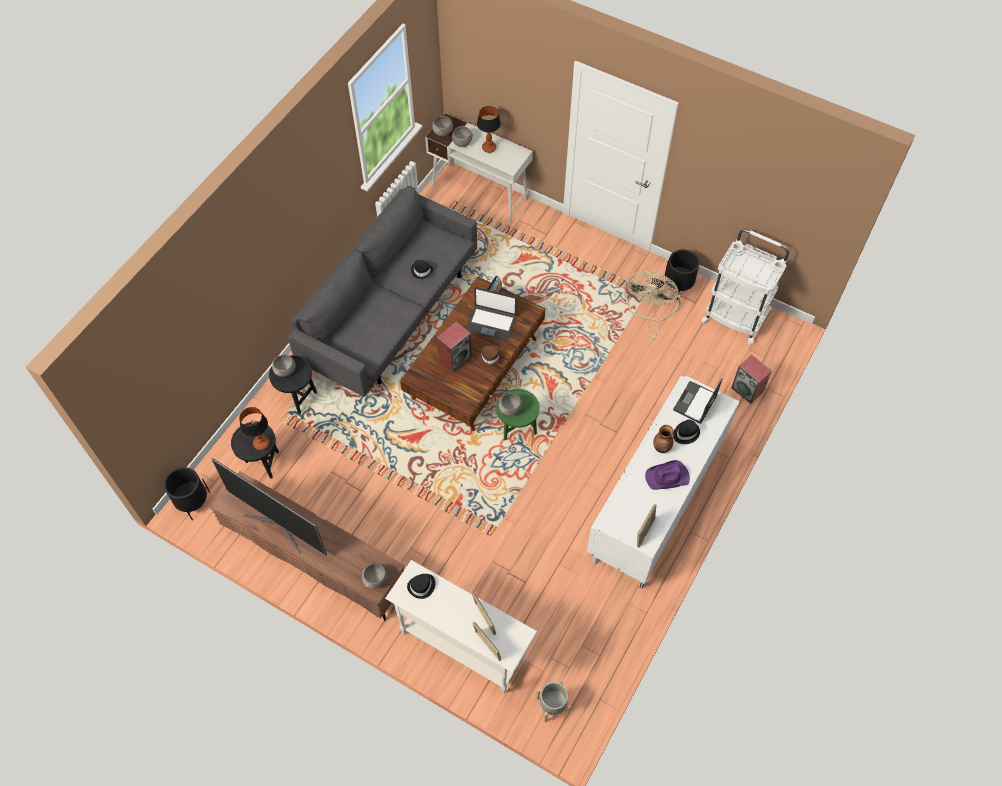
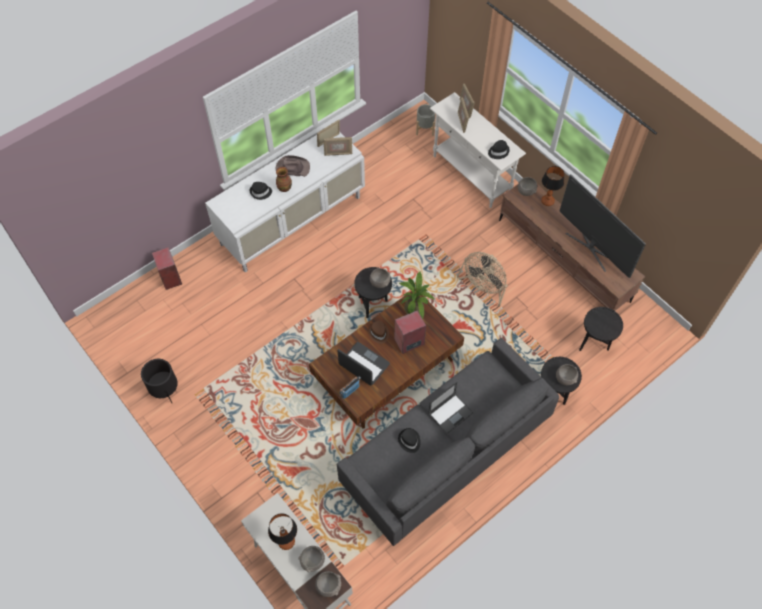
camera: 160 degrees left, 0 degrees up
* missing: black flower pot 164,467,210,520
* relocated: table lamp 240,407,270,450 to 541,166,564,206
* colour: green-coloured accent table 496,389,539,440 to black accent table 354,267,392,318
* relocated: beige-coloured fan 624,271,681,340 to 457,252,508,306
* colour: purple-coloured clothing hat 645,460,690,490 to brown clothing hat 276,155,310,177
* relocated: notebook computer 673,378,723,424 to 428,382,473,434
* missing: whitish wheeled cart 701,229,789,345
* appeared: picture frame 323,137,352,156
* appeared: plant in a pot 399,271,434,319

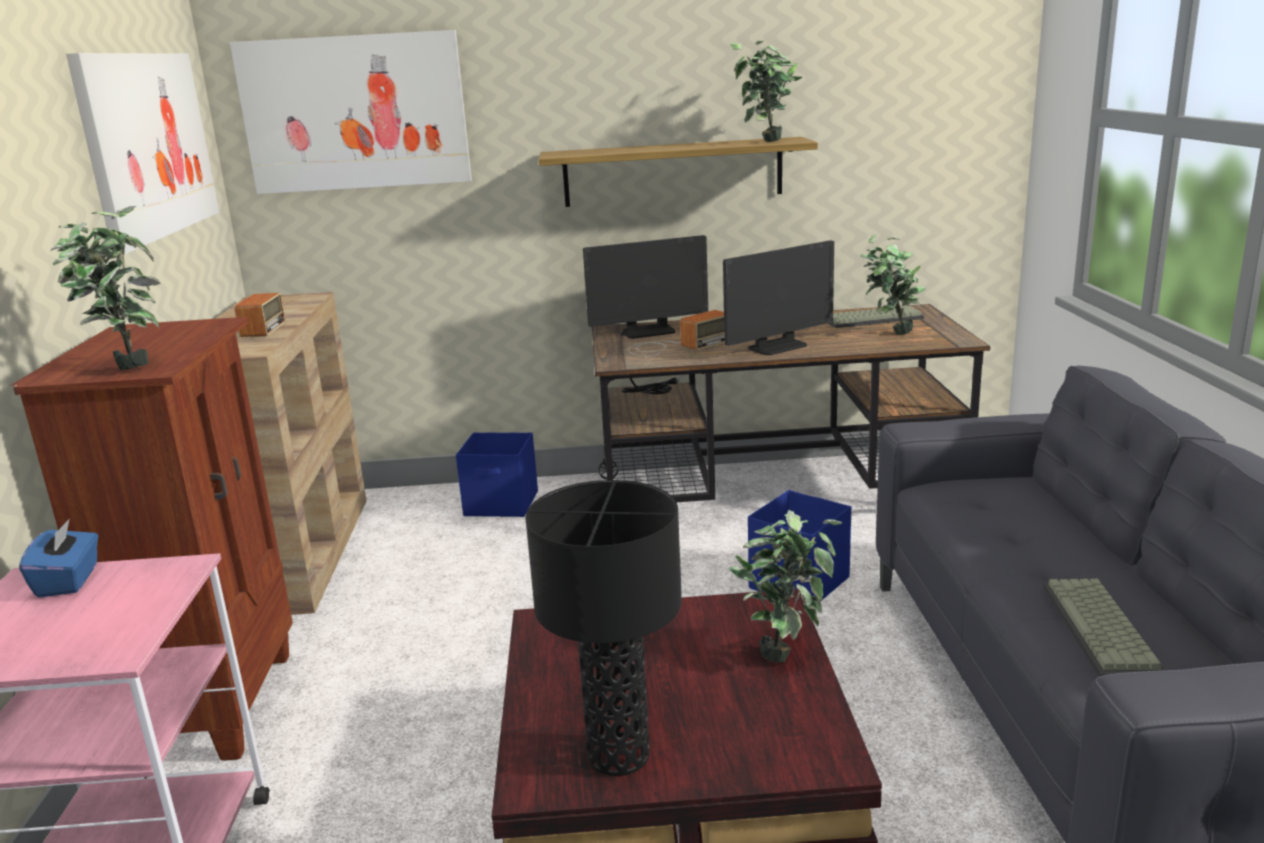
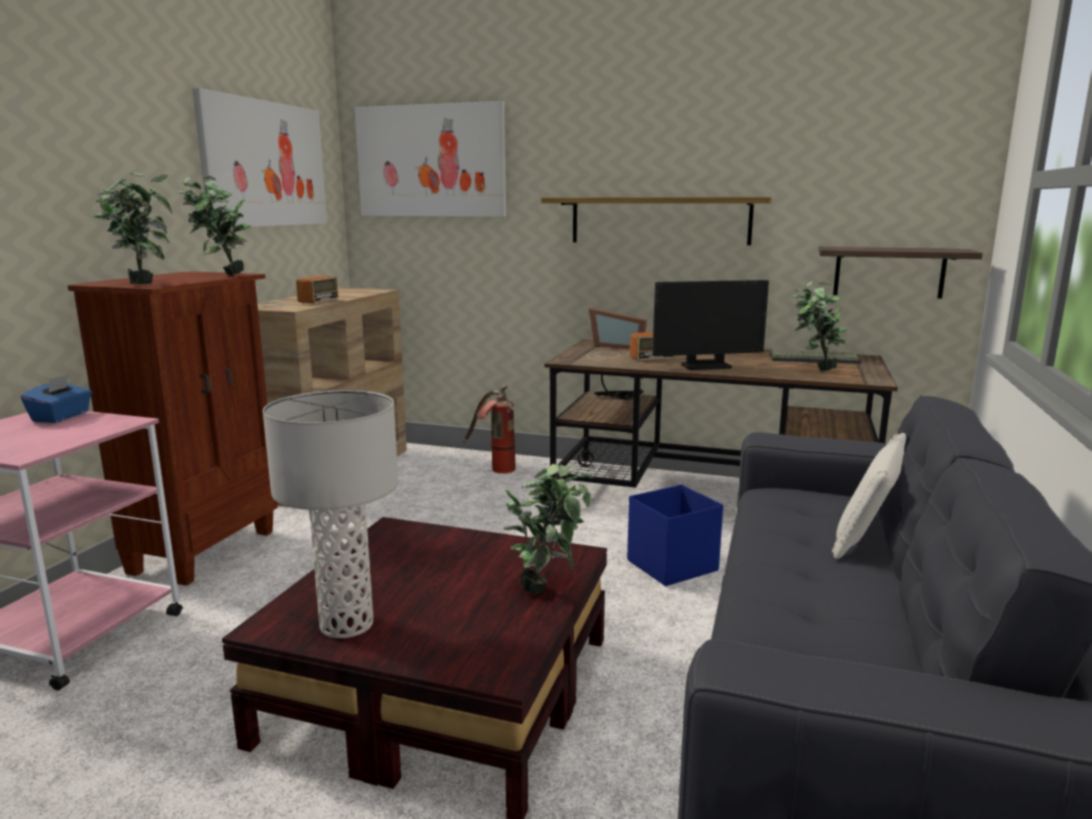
camera: 20 degrees right, 5 degrees down
* exchanged: blue storage bin 456,433,538,517 to fire extinguisher 463,386,515,474
* colour: black table lamp 525,480,682,776 to whitish table lamp 263,390,398,638
* exchanged: monitor 583,235,708,339 to picture frame 589,308,647,350
* relocated: plant in a pot 730,40,803,142 to 178,176,251,275
* missing: keyboard 1043,579,1164,676
* appeared: wall shelf 819,247,983,299
* appeared: whitish throw pillow 832,433,906,559

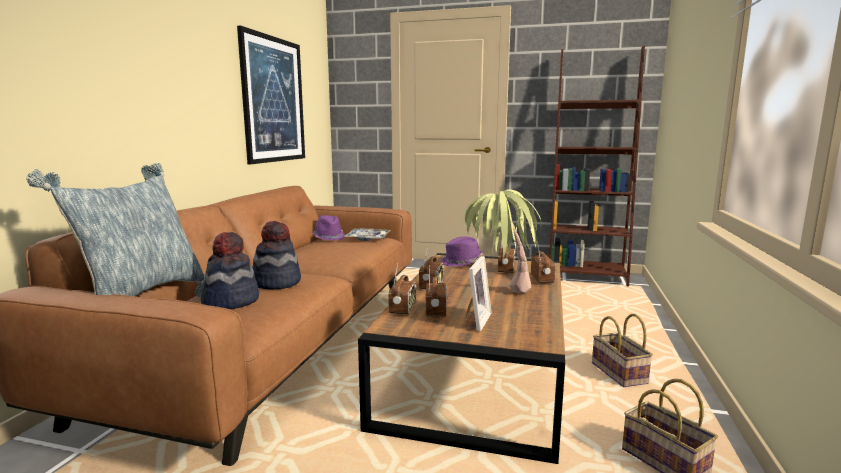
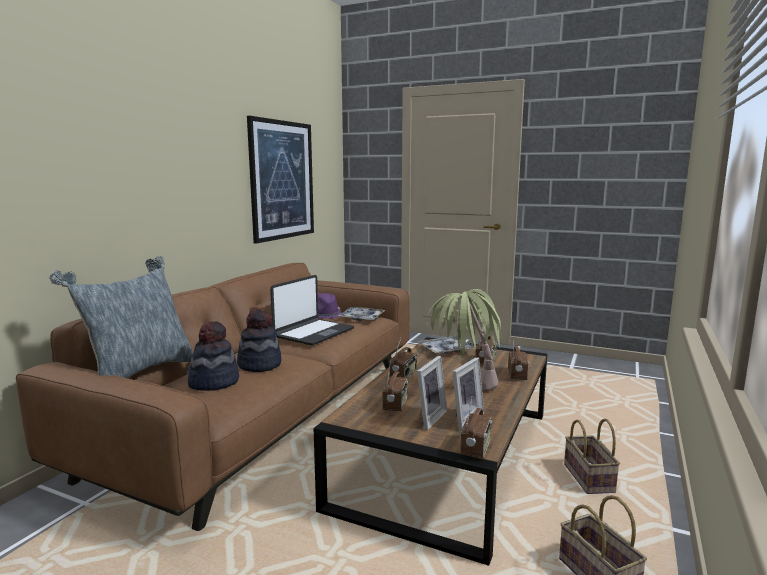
camera: 10 degrees right, 0 degrees up
* relocated: radio receiver 389,263,416,315 to 461,397,492,458
* exchanged: purple-coloured clothing hat 442,236,484,266 to carrying tray 418,336,474,354
* missing: brown bookshelf 549,46,645,286
* appeared: notebook computer 270,275,354,346
* appeared: picture frame 452,357,484,431

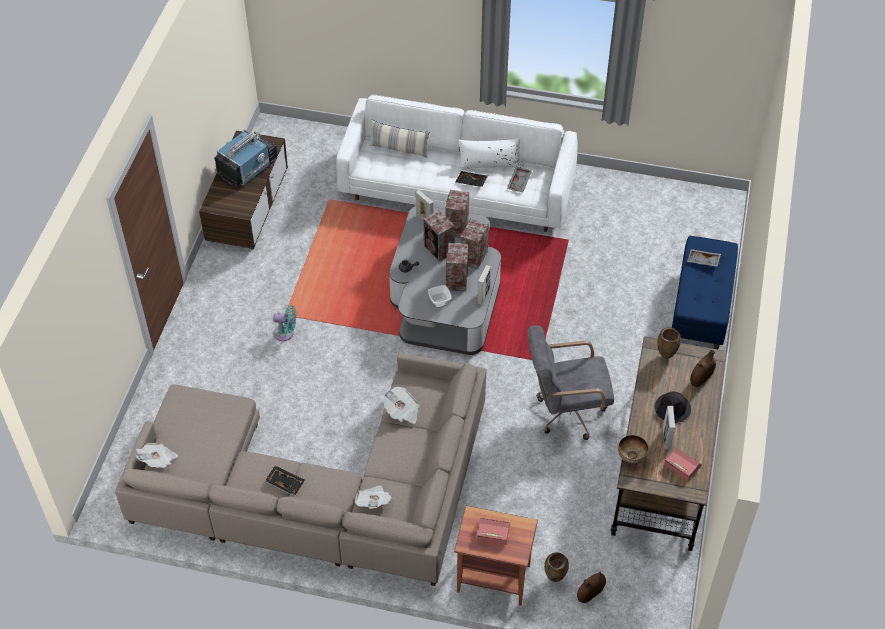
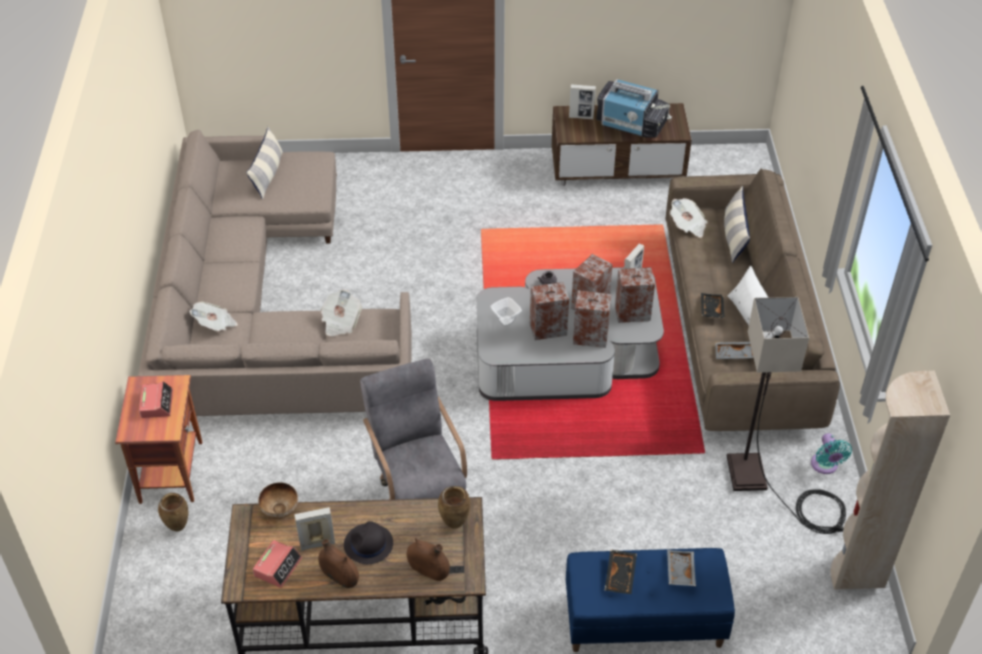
camera: 75 degrees right, 5 degrees down
* relocated: daily paper 136,443,178,468 to 670,198,708,238
* relocated: black carrying tray 265,465,305,495 to 605,550,637,594
* relocated: turquoise fan 273,305,296,341 to 811,433,852,474
* colour: whitish couch 336,95,577,232 to brown couch 666,168,840,431
* relocated: picture frame 477,265,491,305 to 569,84,596,119
* relocated: brown decorative vase 577,571,606,603 to 318,539,359,588
* appeared: throw pillow 246,127,283,199
* appeared: standing lamp 727,297,846,534
* appeared: beige-coloured bookshelf 831,371,950,590

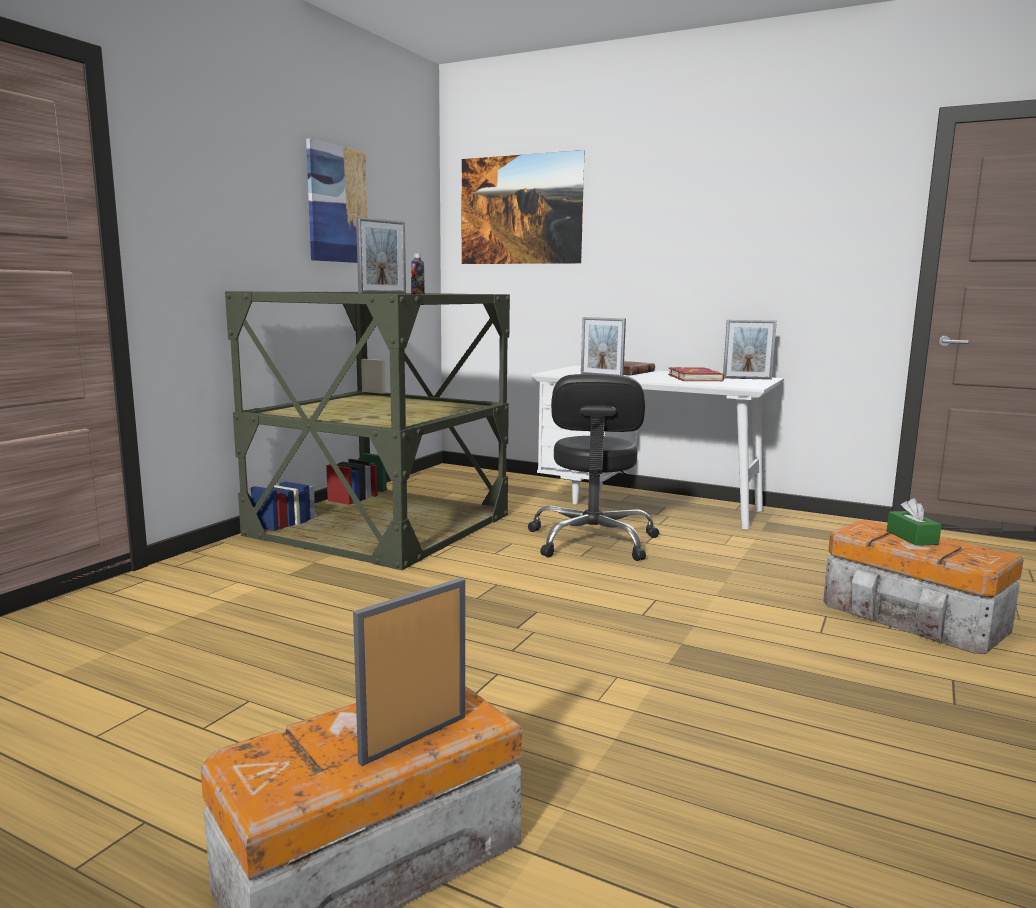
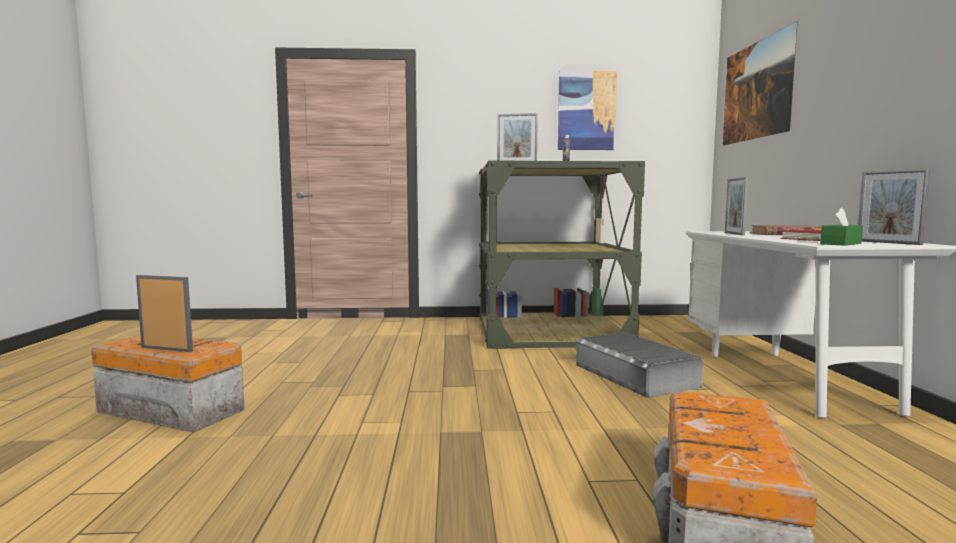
camera: 60 degrees right, 5 degrees down
* exchanged: black office chair 528,374,659,561 to greyish storage bin 576,332,704,398
* relocated: green-coloured tissue box 887,498,941,546 to 820,208,863,246

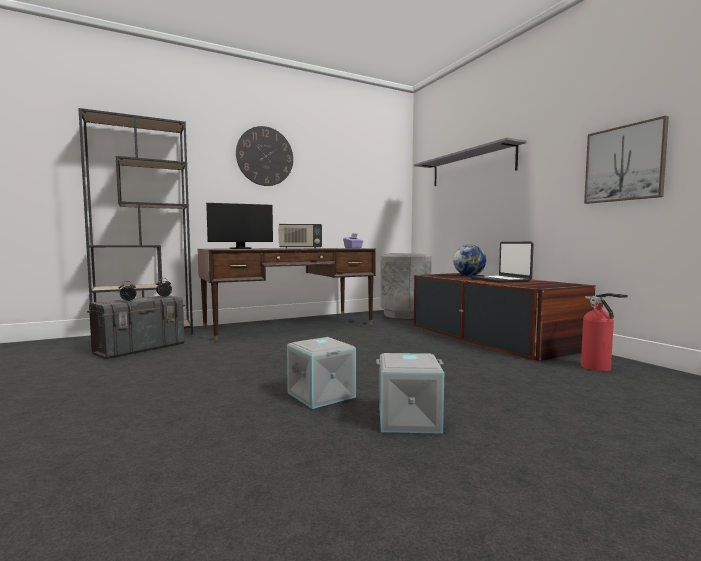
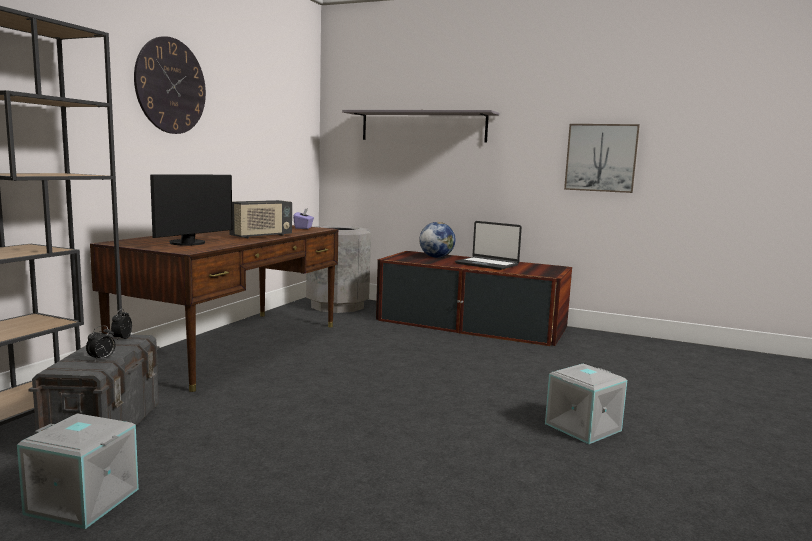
camera: 40 degrees left, 5 degrees up
* relocated: greyish storage bin 287,337,356,409 to 17,413,139,529
* missing: fire extinguisher 581,293,628,371

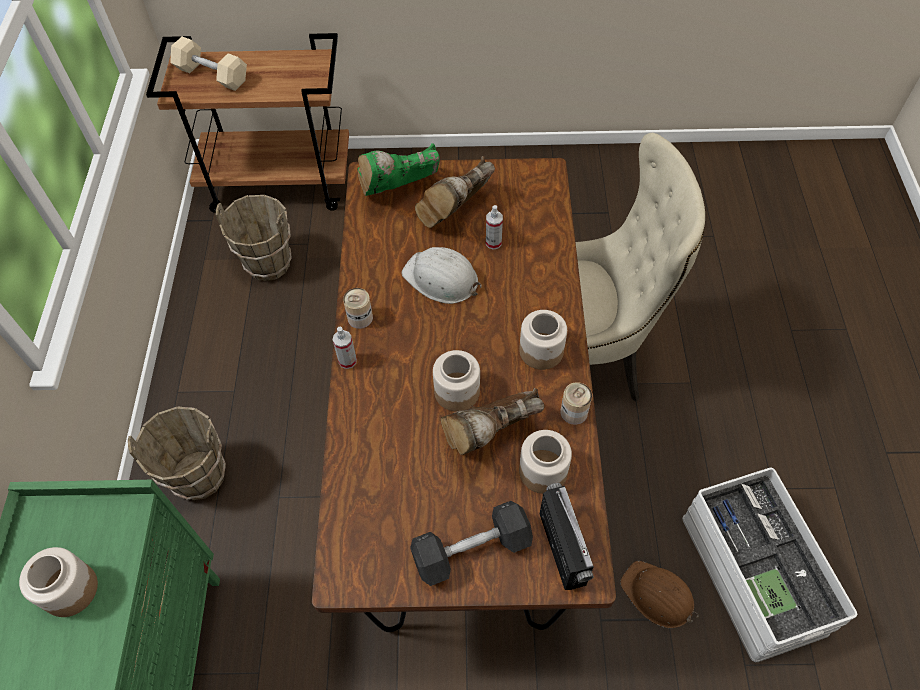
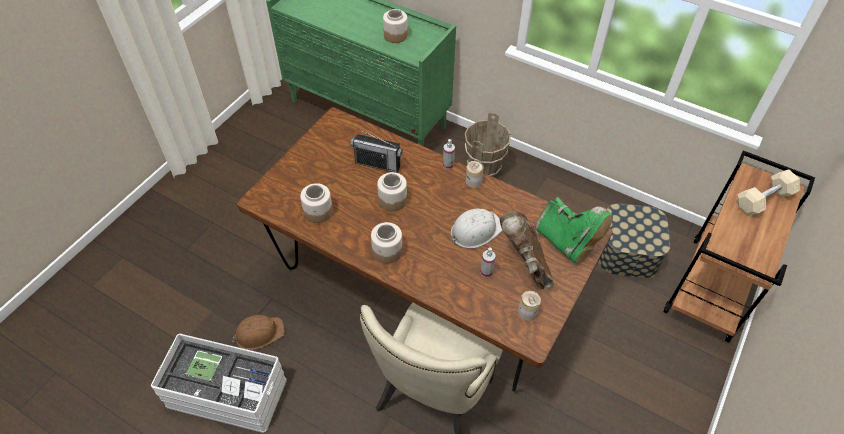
camera: 120 degrees right, 5 degrees down
* exchanged: brown pail 216,195,292,281 to storage bin 598,203,670,278
* spun: green-coloured boot 357,143,440,196 = 535,197,613,264 135 degrees clockwise
* missing: greyish hand weight 410,501,533,586
* missing: brown boot 441,388,544,455
* relocated: radio receiver 540,483,594,590 to 350,129,403,173
* relocated: metal can 560,382,592,425 to 518,291,541,321

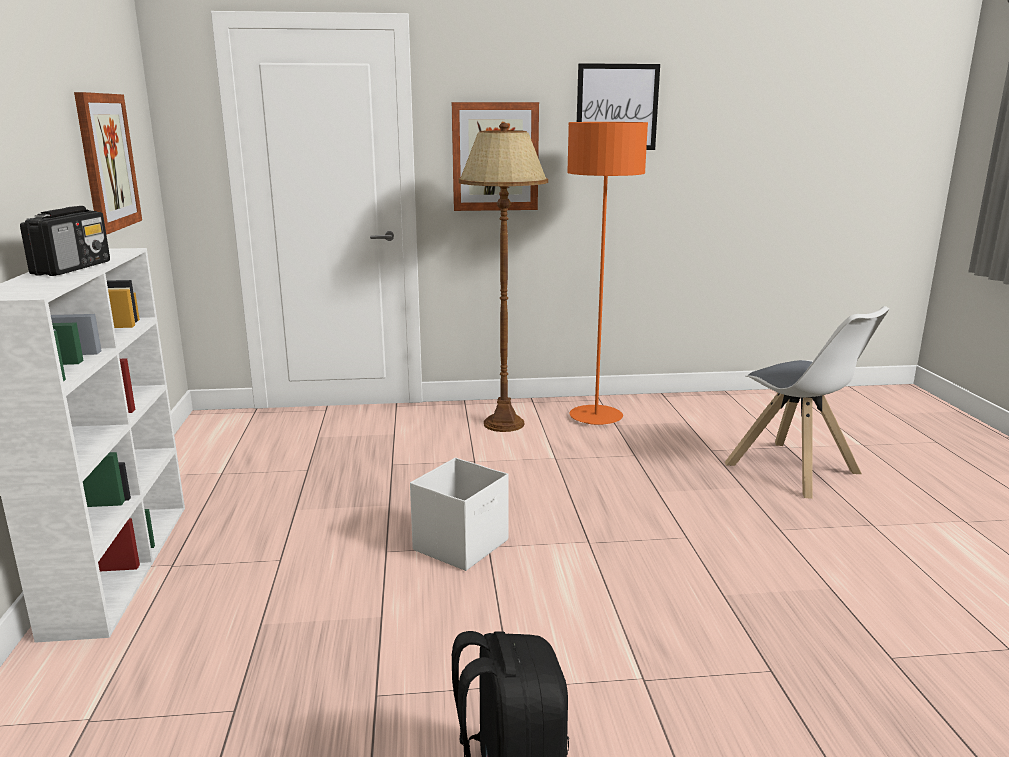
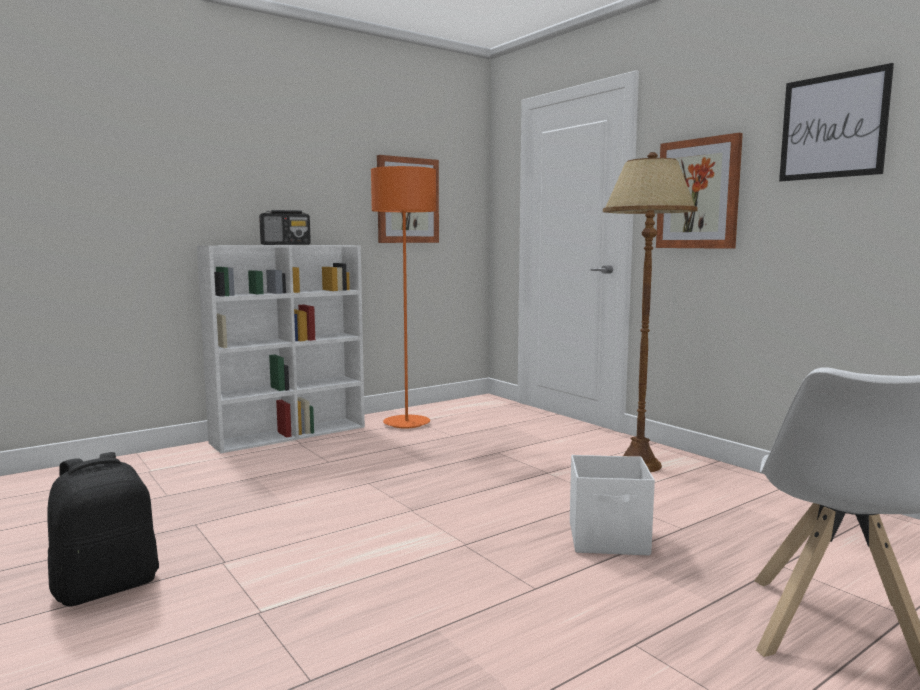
camera: 60 degrees right, 10 degrees down
* relocated: whitish storage bin 410,458,509,571 to 570,455,655,555
* relocated: orangey standing lamp 567,122,648,425 to 371,166,436,429

